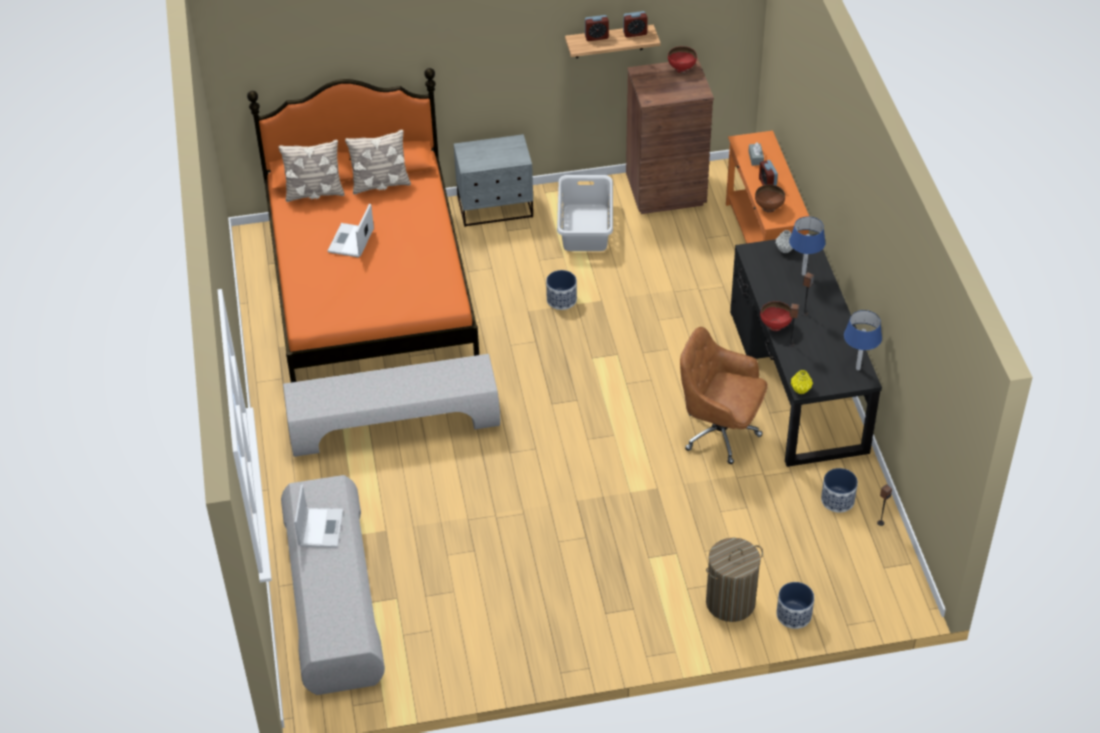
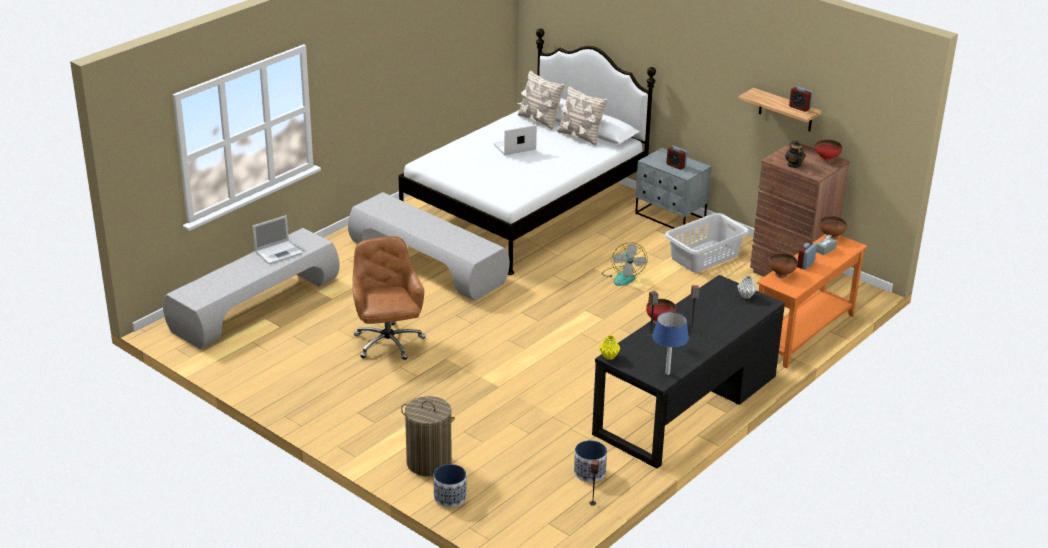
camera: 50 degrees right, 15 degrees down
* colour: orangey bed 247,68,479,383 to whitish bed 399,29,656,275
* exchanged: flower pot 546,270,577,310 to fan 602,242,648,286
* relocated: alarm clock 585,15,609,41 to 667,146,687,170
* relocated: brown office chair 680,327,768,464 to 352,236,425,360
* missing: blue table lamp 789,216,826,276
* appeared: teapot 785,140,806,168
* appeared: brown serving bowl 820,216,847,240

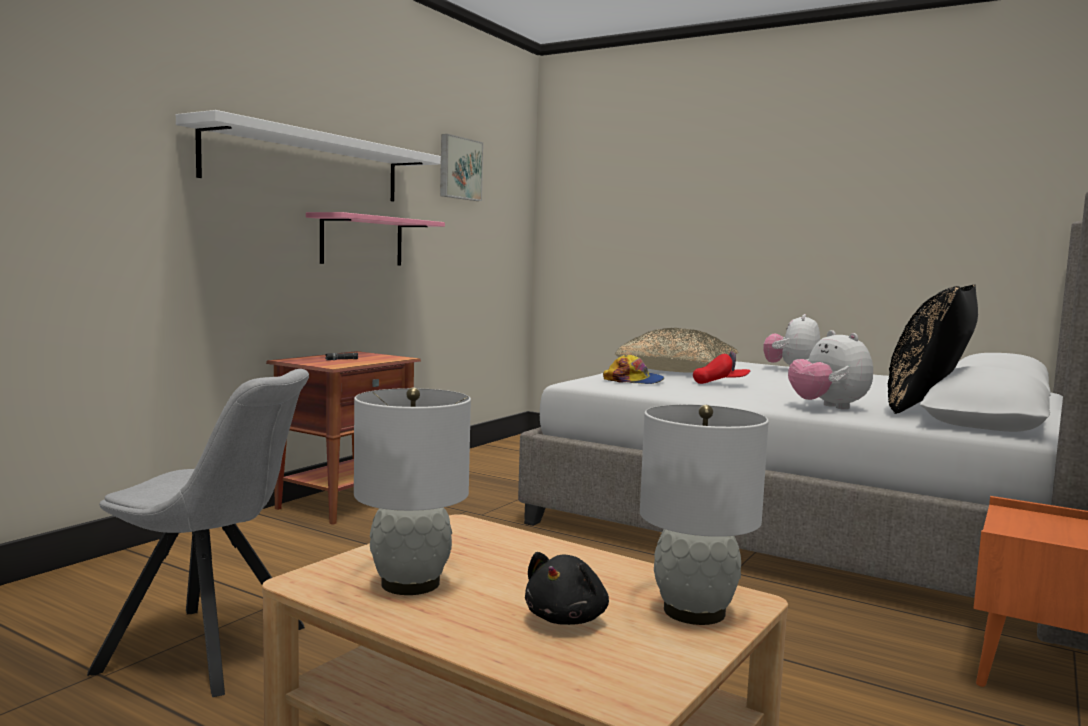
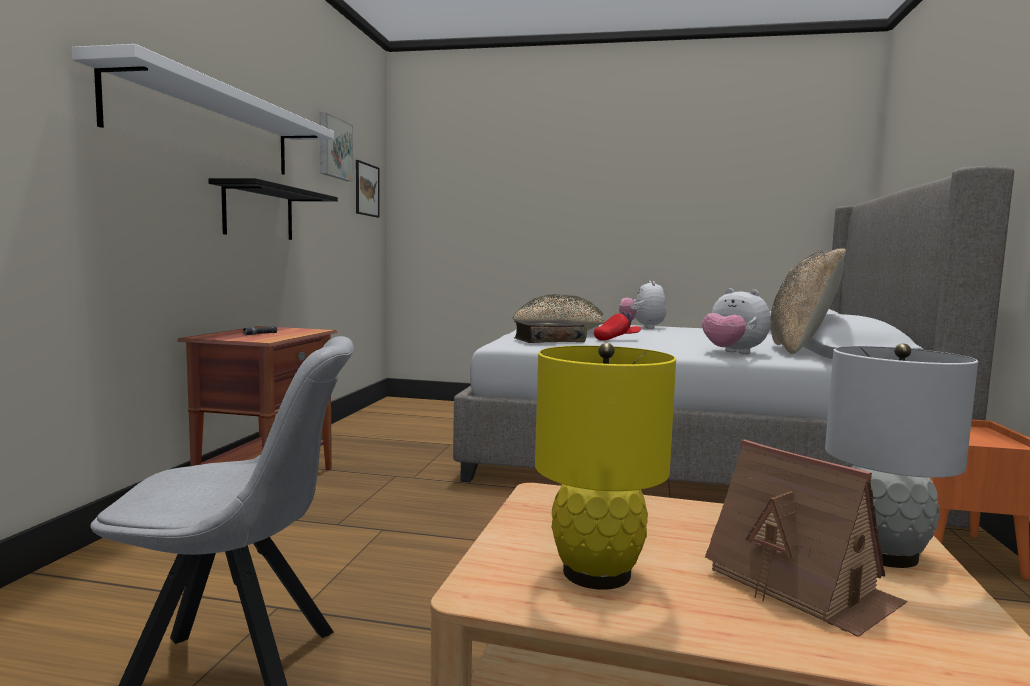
camera: 20 degrees left, 0 degrees up
* colour: pink wall shelf 306,212,445,266 to black wall shelf 208,178,338,240
* colour: whitish table lamp 354,387,471,595 to yellow table lamp 535,343,676,590
* exchanged: black cuddly toy 525,552,609,625 to miniature house 705,439,907,637
* exchanged: peaked cap 603,355,664,384 to book 514,320,587,343
* colour: black throw pillow 888,285,978,414 to beige-coloured throw pillow 770,248,846,355
* appeared: picture 356,160,380,217

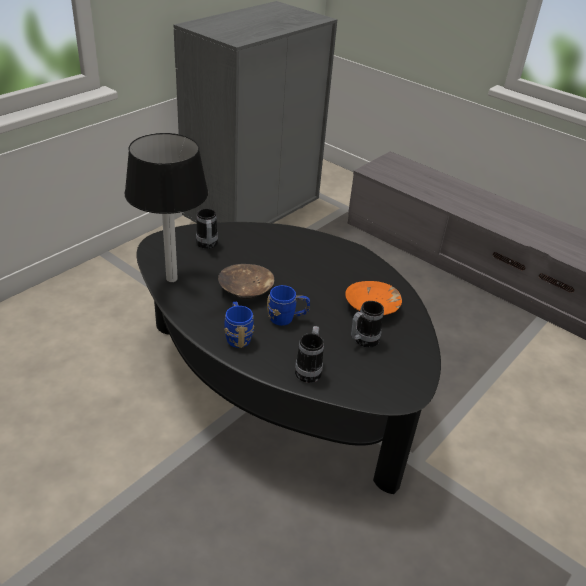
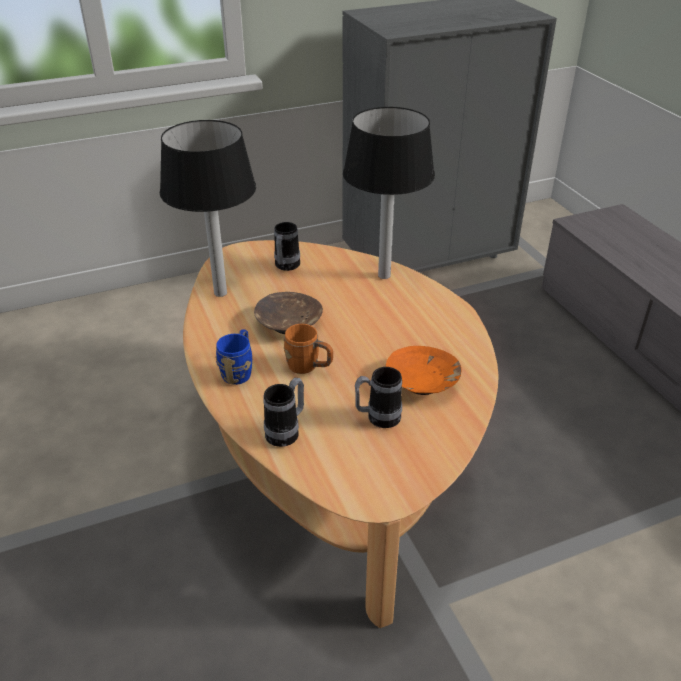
camera: 30 degrees right, 0 degrees up
* colour: black lounge table 137,222,441,494 to beige-coloured lounge table 183,240,499,628
* colour: blue mug 267,285,310,326 to orangey mug 284,324,333,374
* appeared: table lamp 343,107,435,279

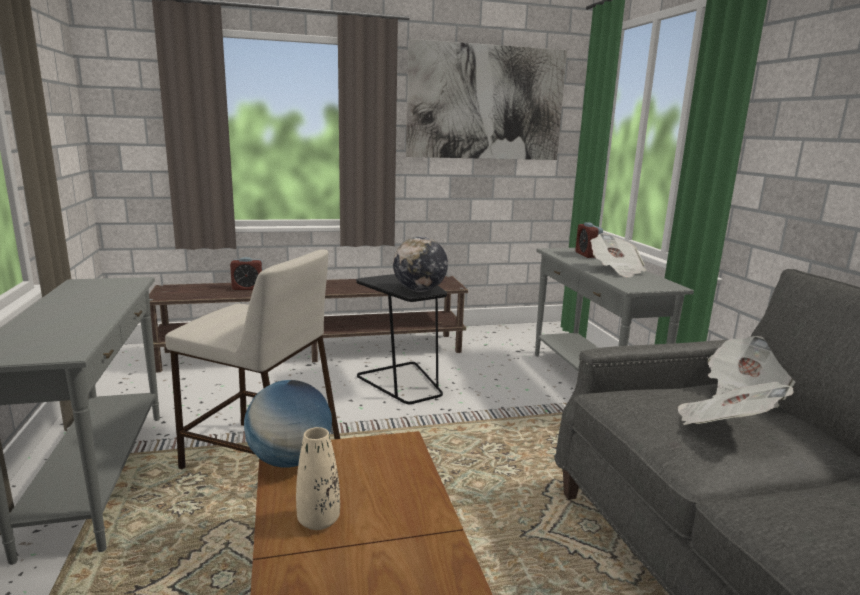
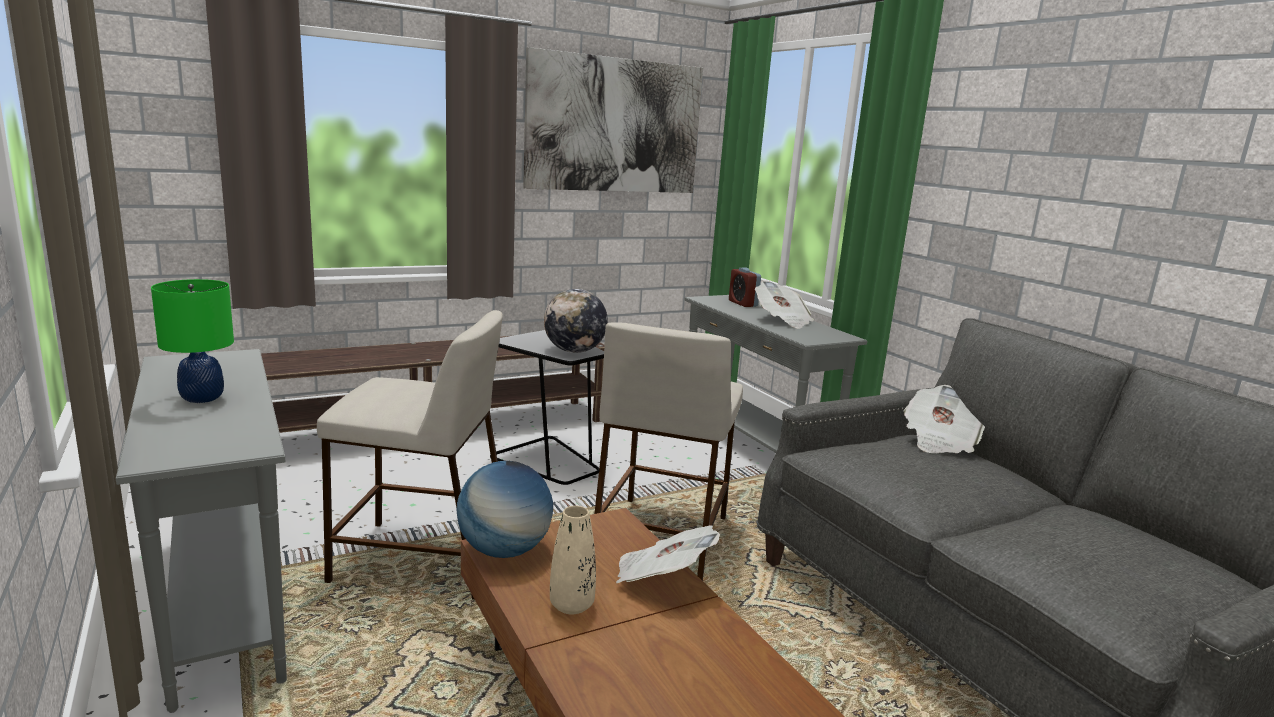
camera: 15 degrees left, 0 degrees up
* missing: alarm clock 230,257,263,290
* relocated: daily paper 678,382,794,425 to 616,525,720,583
* appeared: green-coloured table lamp 151,279,234,403
* appeared: beige-coloured sitting stool 594,322,743,581

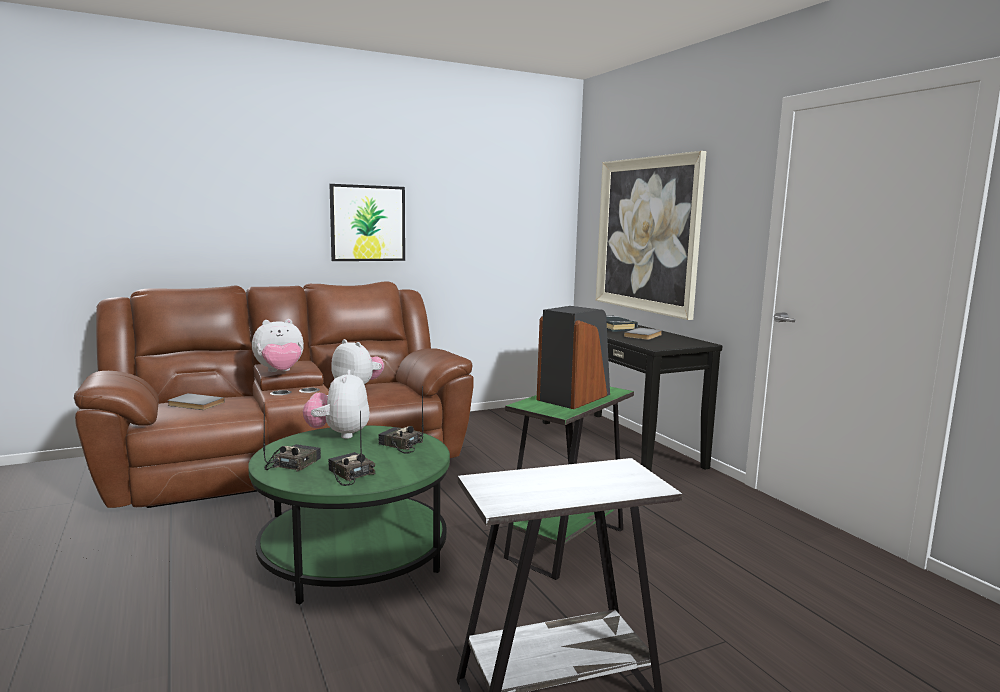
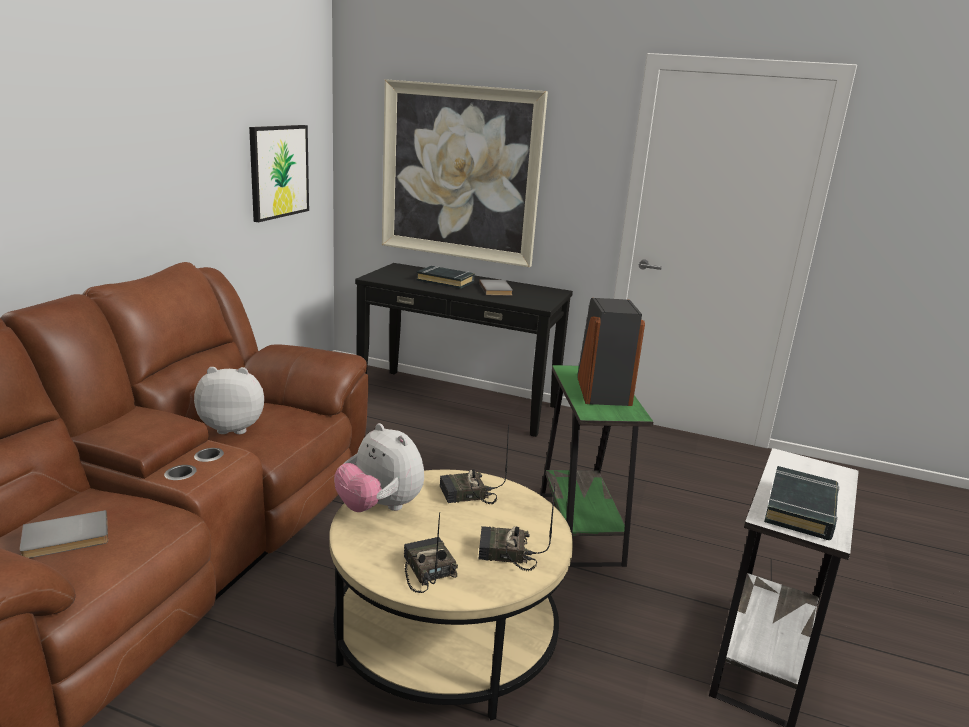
camera: 45 degrees left, 10 degrees up
* colour: green-coloured lounge table 248,425,450,604 to beige-coloured lounge table 329,469,573,720
* missing: cuddly toy 252,319,304,372
* relocated: picture 329,184,405,261 to 249,125,309,222
* appeared: black book 764,466,840,540

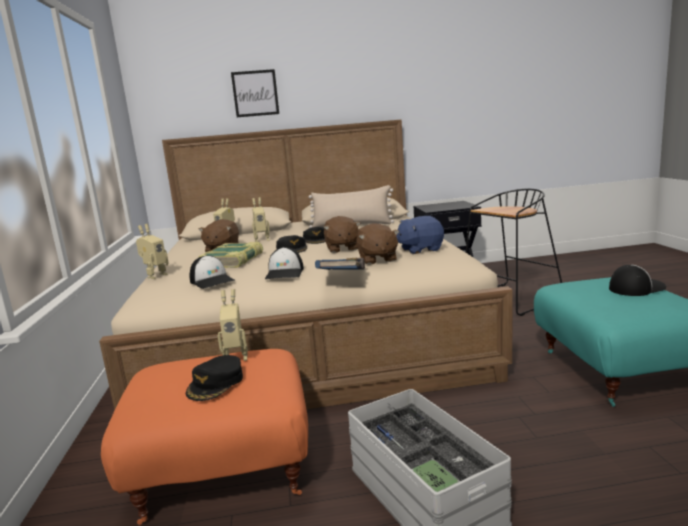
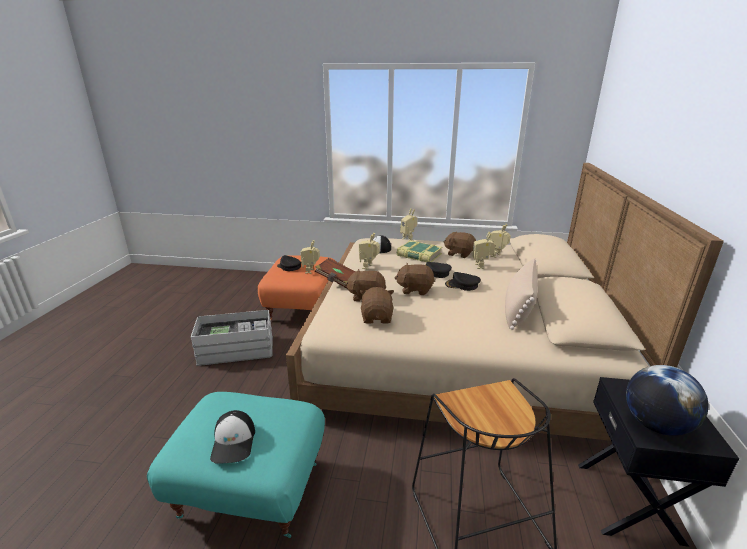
camera: 105 degrees right, 10 degrees up
* missing: picture 231,69,279,117
* exchanged: peaked cap 265,247,304,279 to toy robot 359,233,380,270
* colour: blue book 315,258,365,270 to brown book 315,258,355,288
* colour: blue cuddly toy 396,216,444,254 to brown cuddly toy 360,287,394,324
* appeared: world globe 626,365,708,436

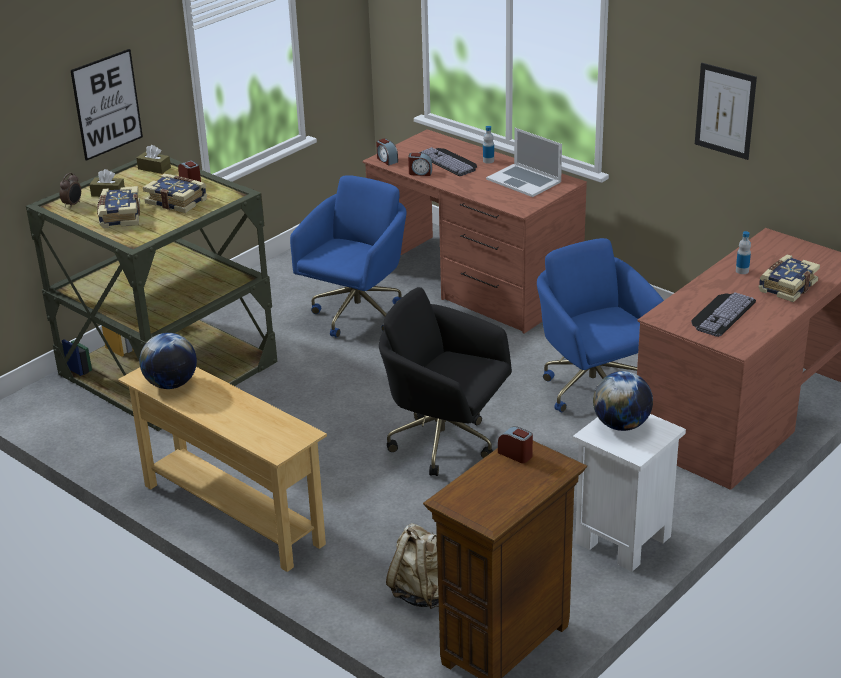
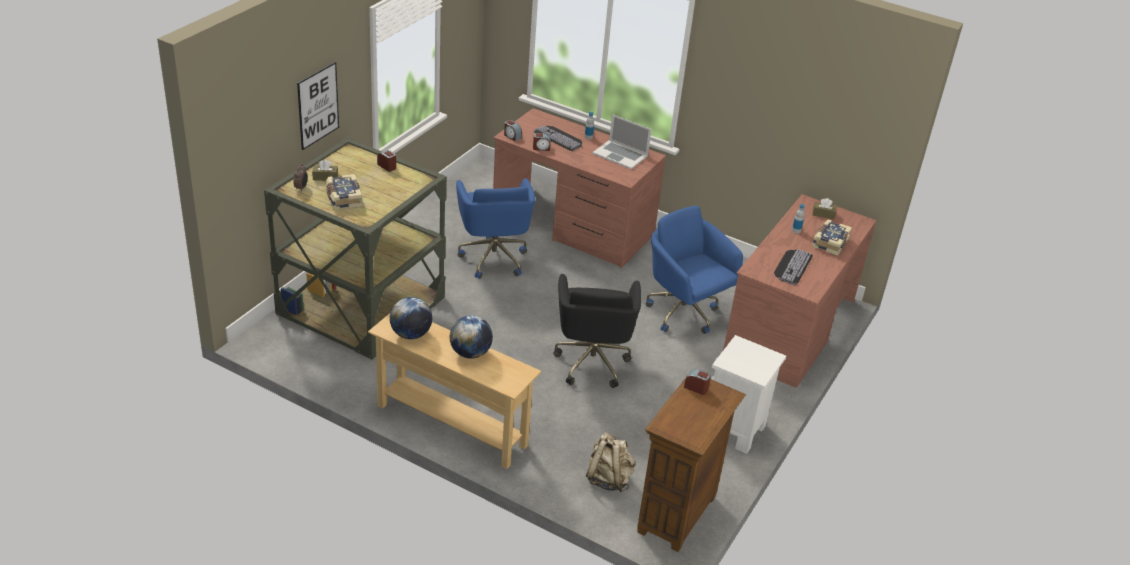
camera: 15 degrees left, 5 degrees up
* relocated: brown tissue box 136,145,171,174 to 812,198,837,219
* missing: book 143,174,207,213
* spun: blue office chair 290,175,407,338 = 456,178,535,279 150 degrees clockwise
* spun: black office chair 379,287,512,476 = 554,274,641,388 105 degrees counterclockwise
* relocated: world globe 593,371,653,431 to 450,315,493,359
* missing: picture 695,63,757,160

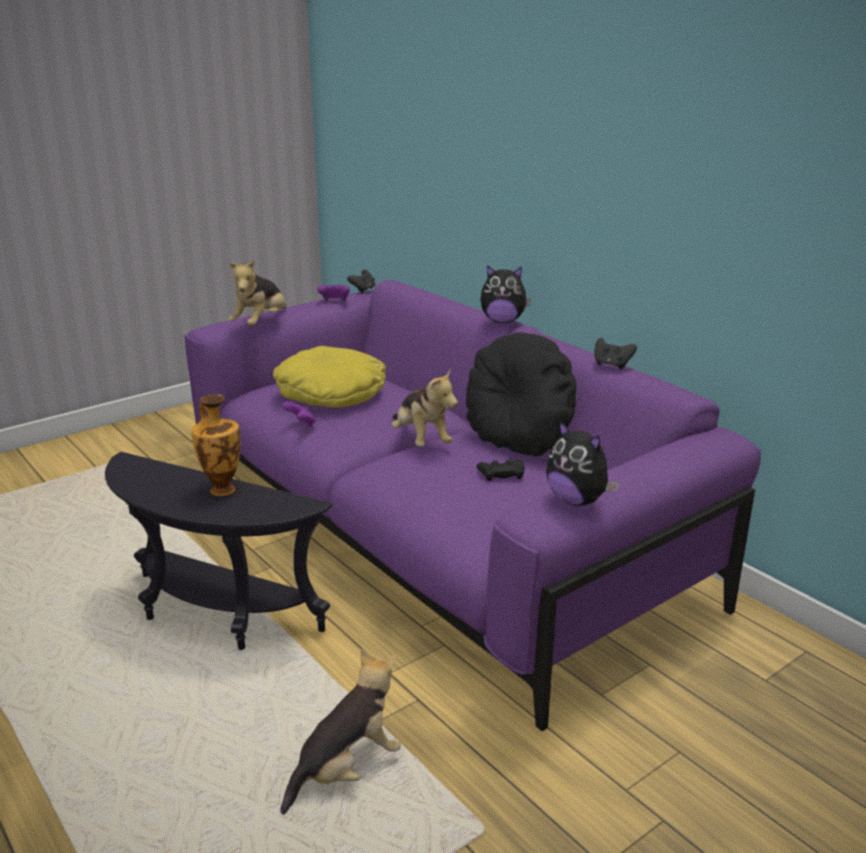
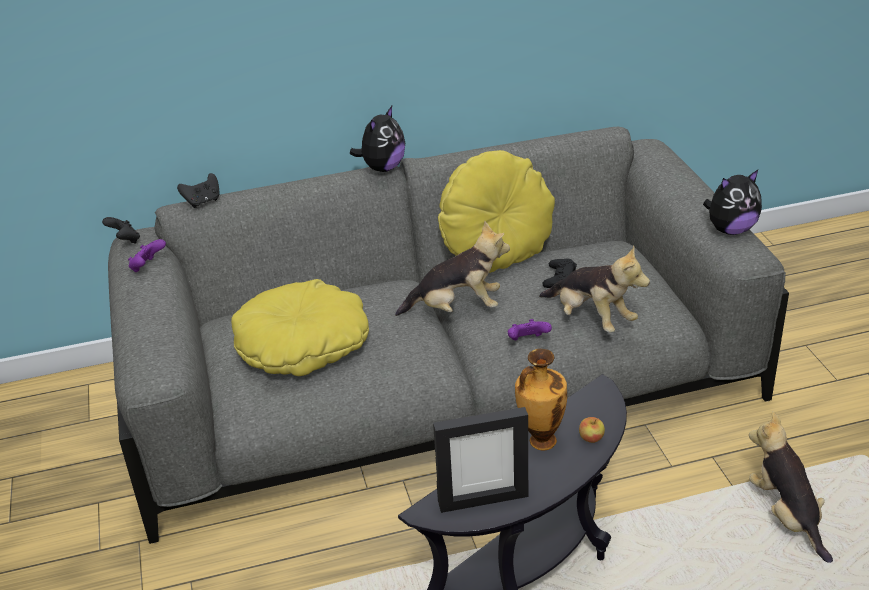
camera: 65 degrees left, 10 degrees up
* colour: purple-coloured couch 184,280,761,731 to greyish couch 108,127,789,544
* relocated: cuddly toy 228,259,286,326 to 539,246,650,332
* relocated: purple-coloured gamepad 282,401,316,427 to 508,319,552,340
* colour: black throw pillow 466,332,576,456 to yellow throw pillow 438,150,555,273
* relocated: black gamepad 595,338,637,369 to 177,173,220,208
* appeared: picture frame 433,407,528,513
* appeared: whole apple 579,417,605,443

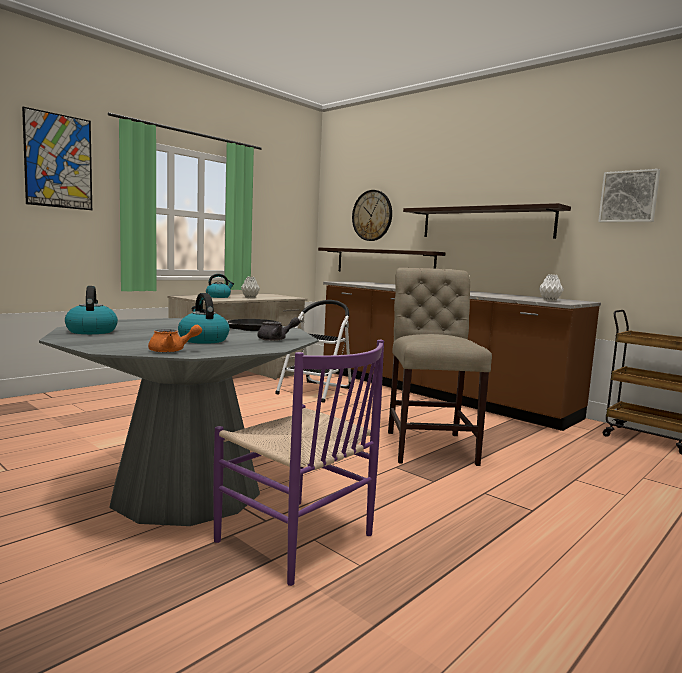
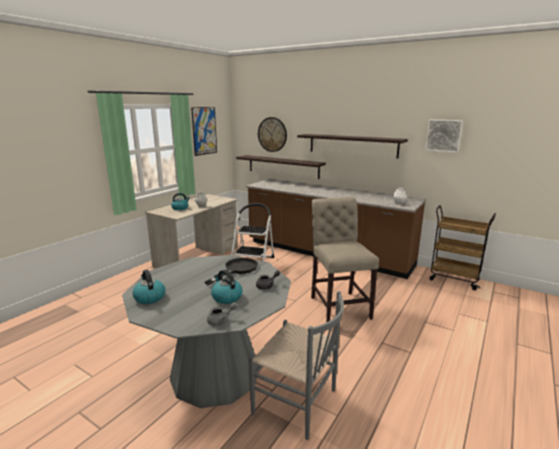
camera: 10 degrees left, 10 degrees up
* relocated: picture 22,107,92,210 to 191,107,217,156
* colour: orangey teapot 148,325,202,353 to greyish teapot 207,302,237,326
* colour: purple-coloured plain chair 213,340,384,586 to greyish plain chair 249,291,344,440

